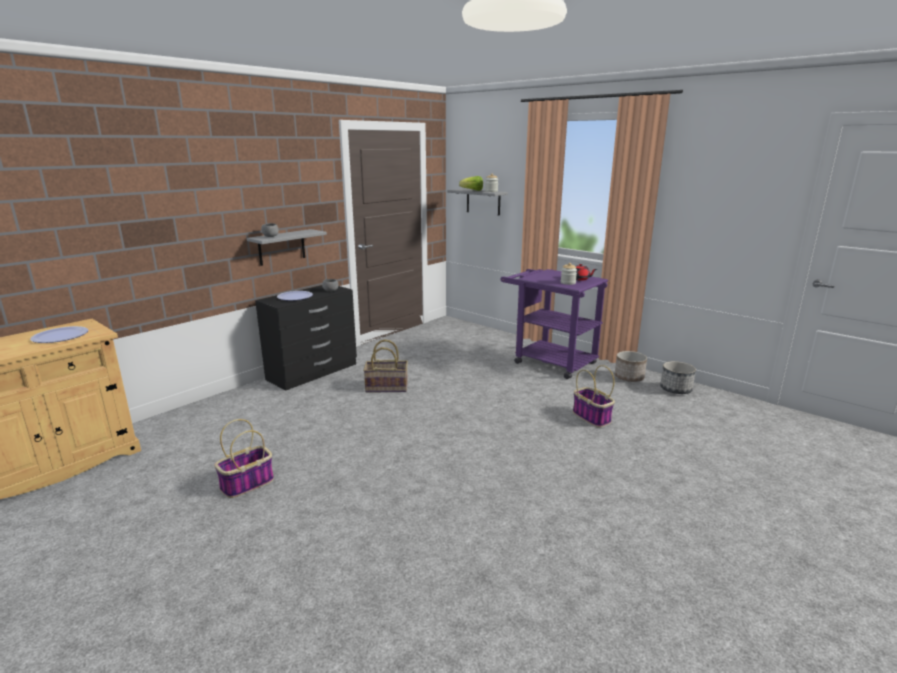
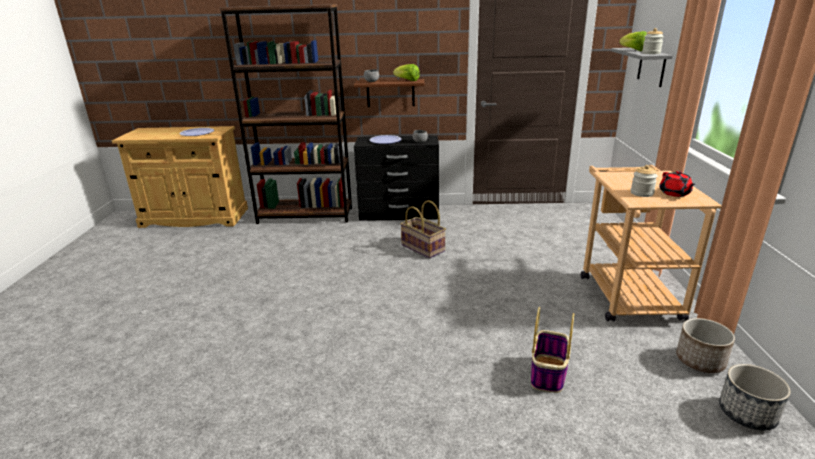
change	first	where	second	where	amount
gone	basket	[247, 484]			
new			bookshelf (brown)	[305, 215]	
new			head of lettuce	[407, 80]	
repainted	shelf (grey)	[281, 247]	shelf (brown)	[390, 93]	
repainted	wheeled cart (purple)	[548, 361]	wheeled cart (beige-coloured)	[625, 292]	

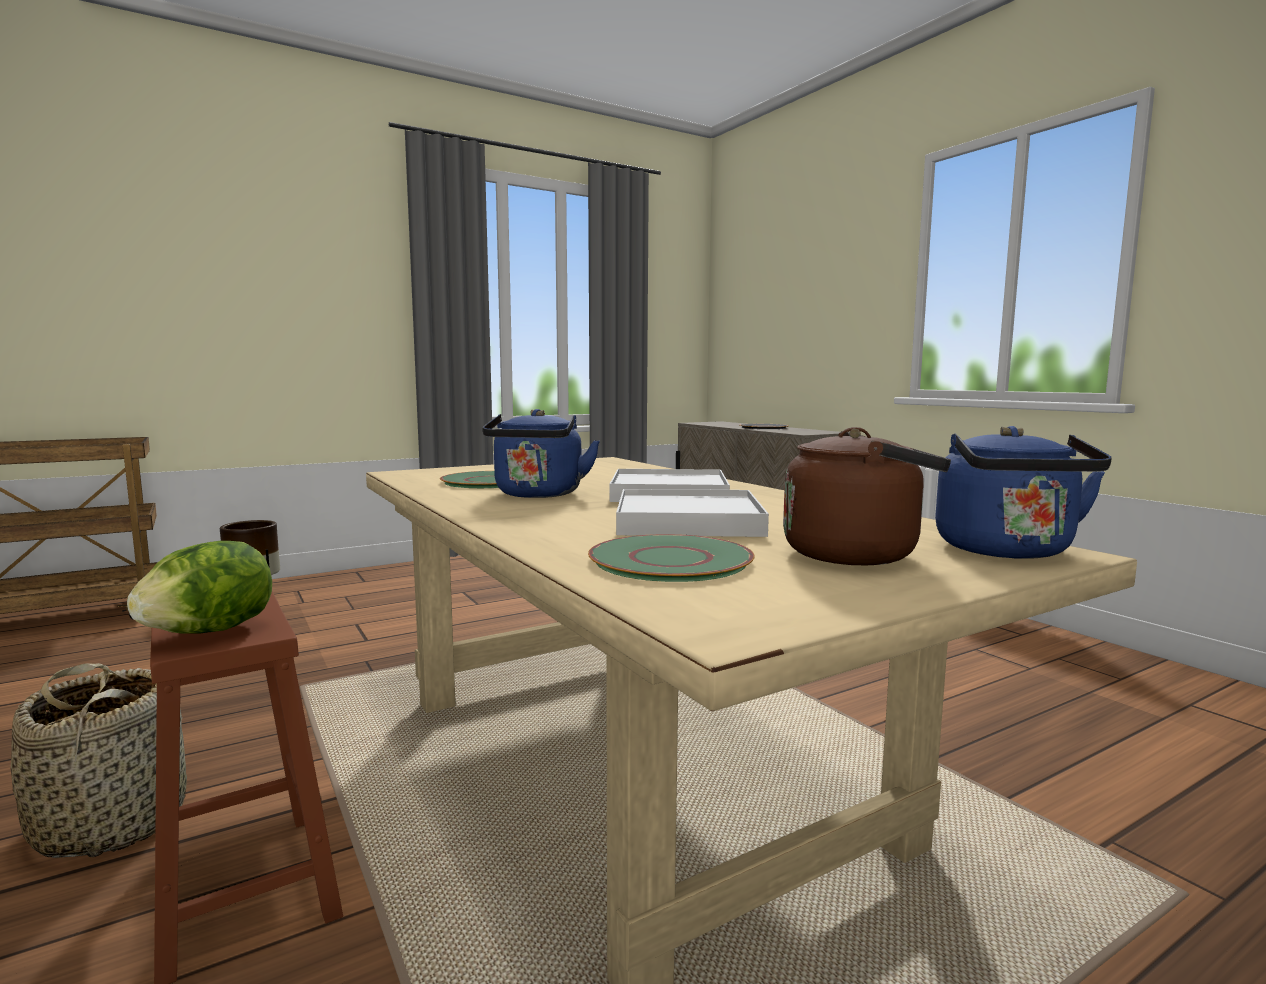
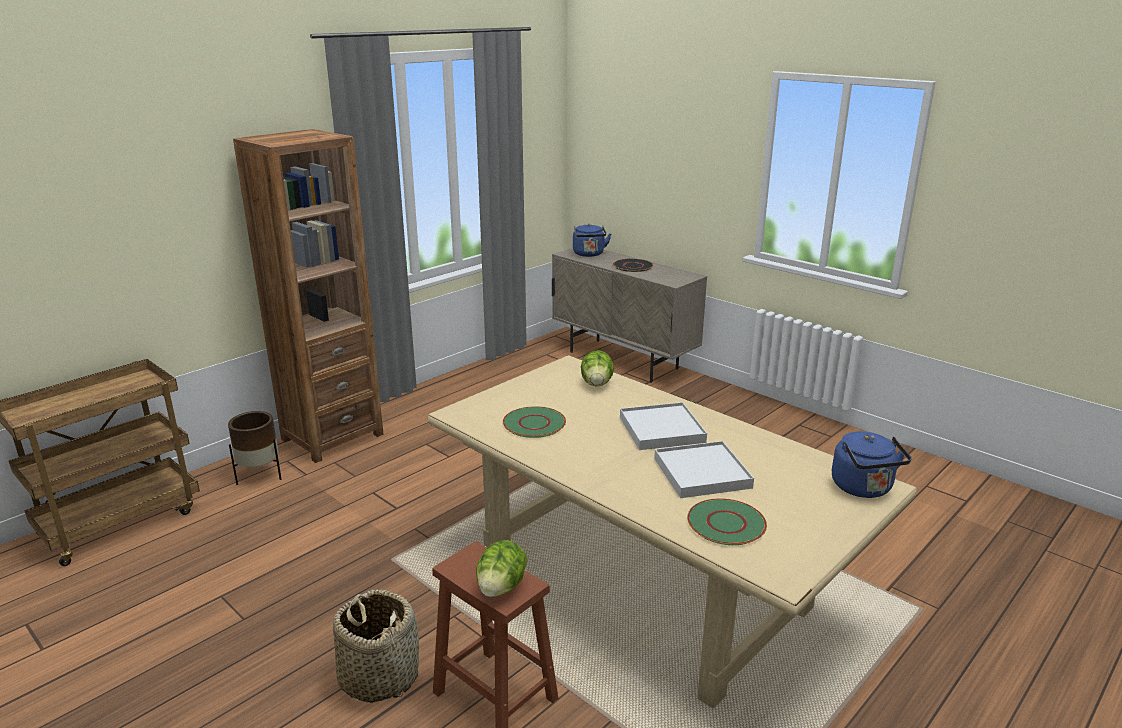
change	first	where	second	where	amount
gone	water kettle (brown)	[858, 555]			
new			bookshelf (brown)	[332, 437]	
new			head of lettuce	[597, 384]	
shifted	water kettle (bluish)	[538, 495]		[589, 254]	

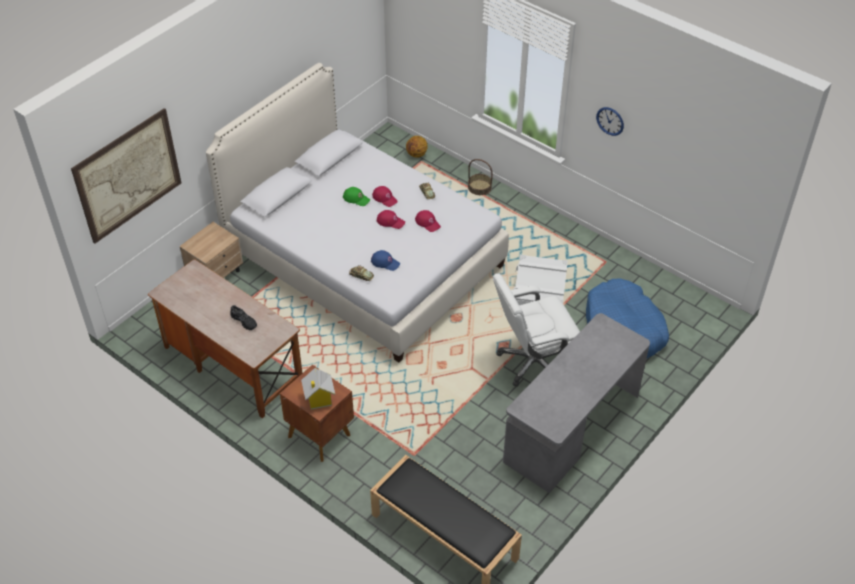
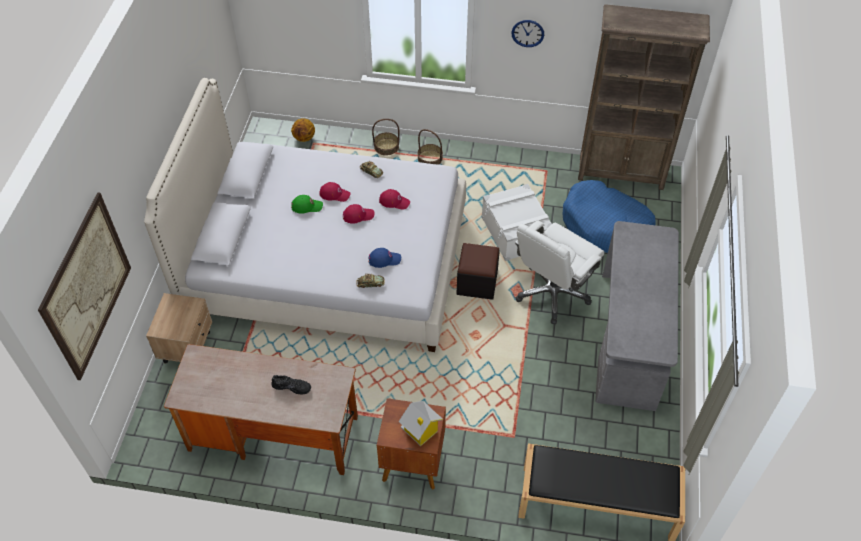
change	first	where	second	where	amount
new			basket	[430, 158]	
new			footrest (black-coloured)	[477, 283]	
new			bookshelf (brown)	[621, 173]	

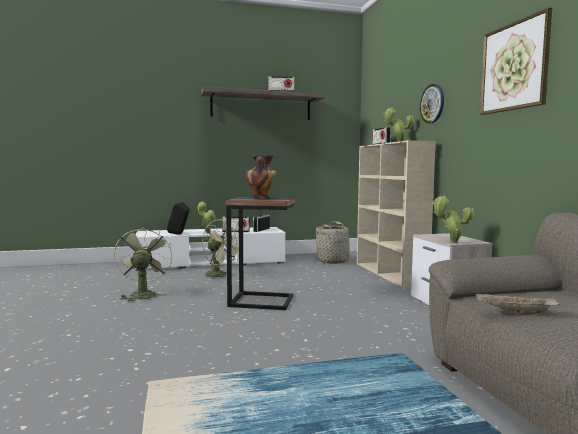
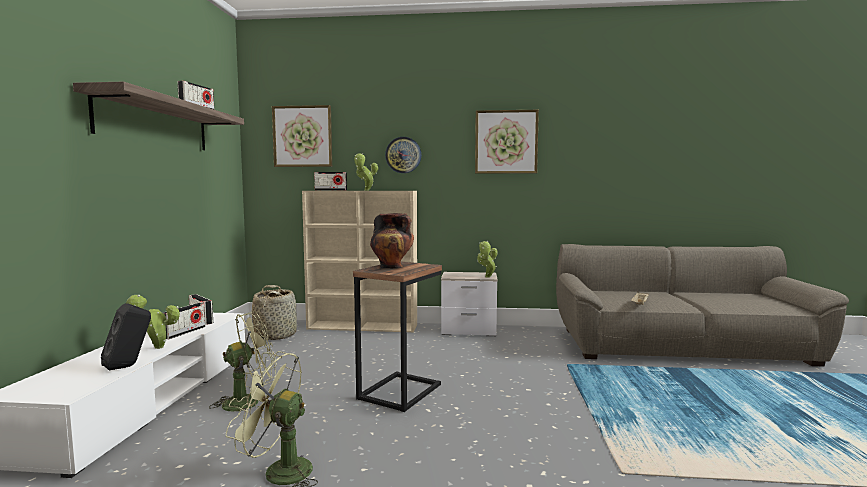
change	first	where	second	where	amount
new			picture	[302, 136]	

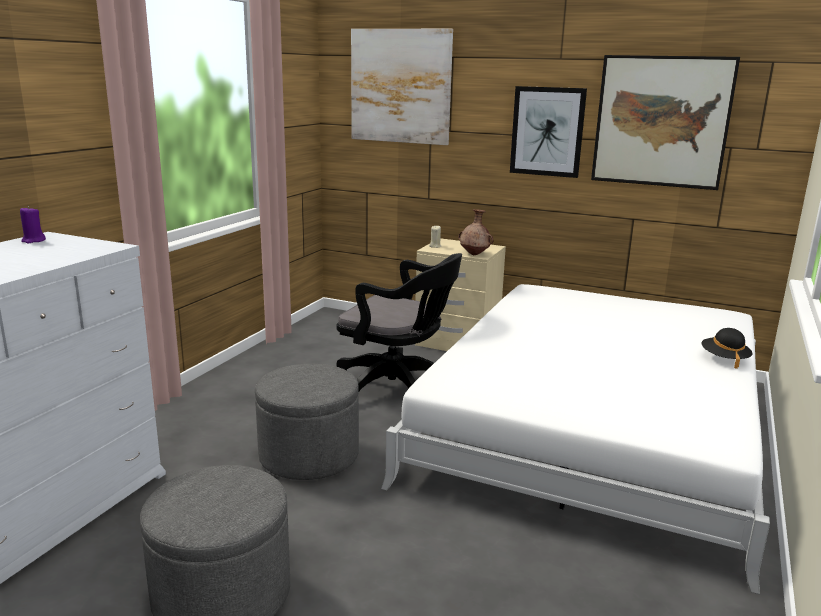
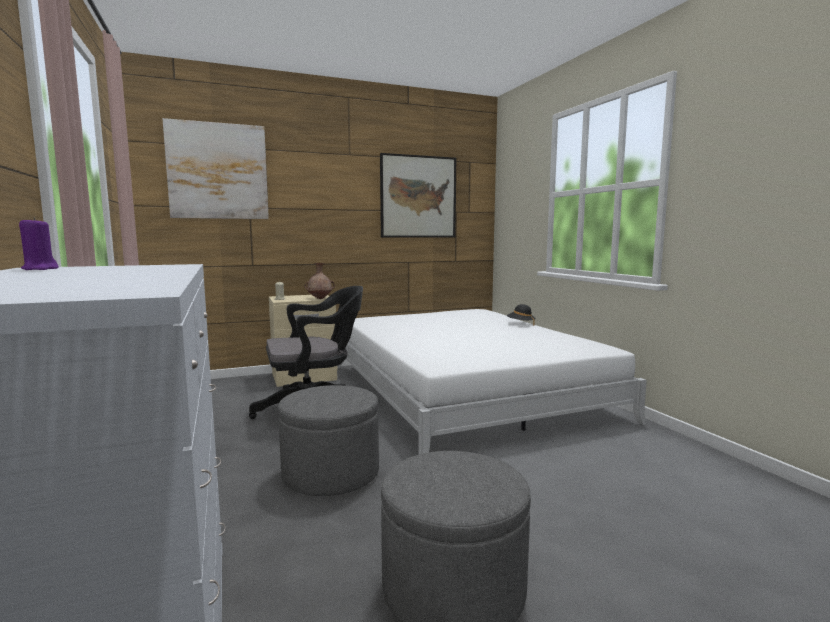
change	first	where	second	where	amount
gone	picture	[547, 131]			

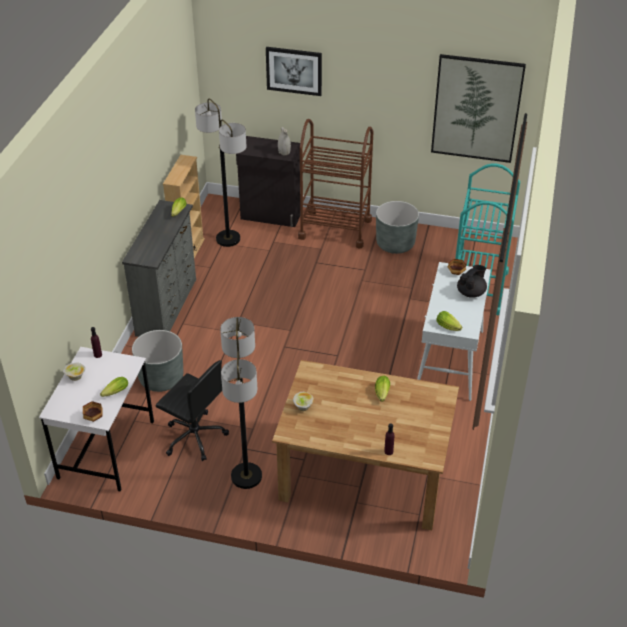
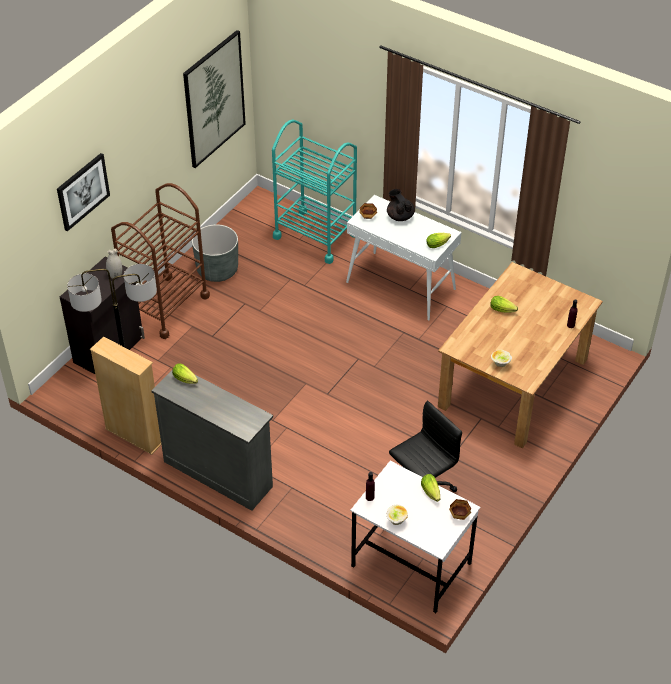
change	first	where	second	where	amount
gone	planter (grey)	[161, 378]			
gone	floor lamp	[246, 476]			

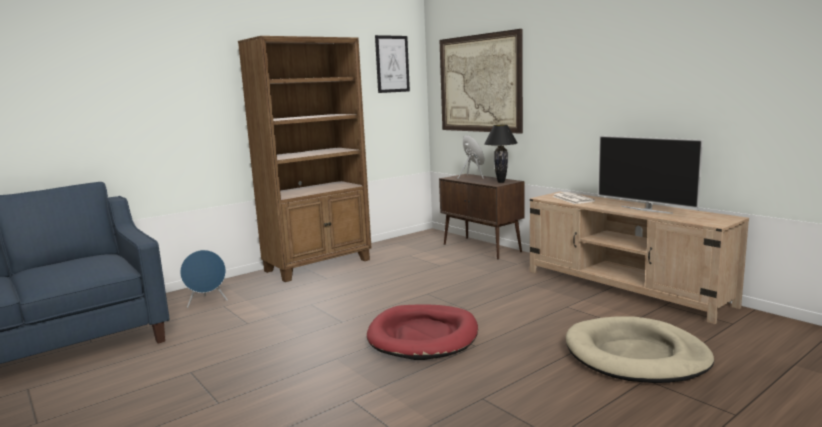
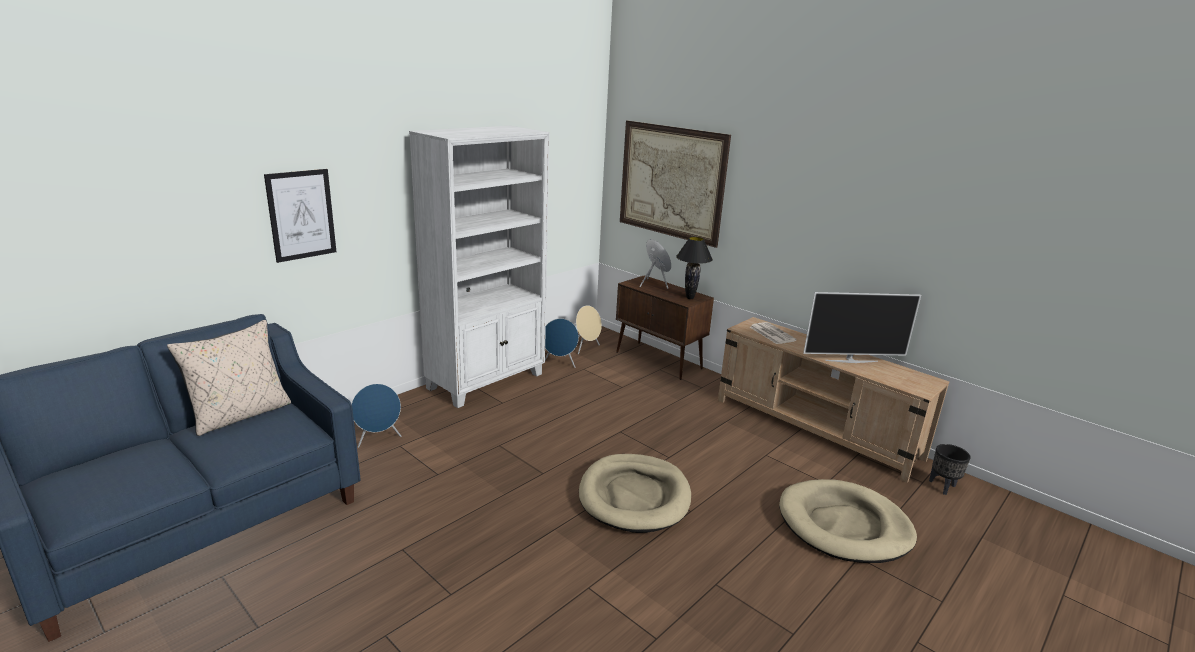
change	first	where	second	where	amount
new			pillow (beige-coloured)	[240, 415]	
new			speaker (bluish)	[560, 363]	
new			speaker (beige-coloured)	[586, 348]	
new			planter (black-coloured)	[943, 487]	
shifted	picture	[392, 64]		[301, 215]	
repainted	bookshelf (brown)	[319, 265]	bookshelf (white-coloured)	[487, 381]	
repainted	pet bed (reddish)	[423, 336]	pet bed (beige-coloured)	[634, 496]	
rotated	television	[646, 209]		[851, 360]	45 degrees counterclockwise

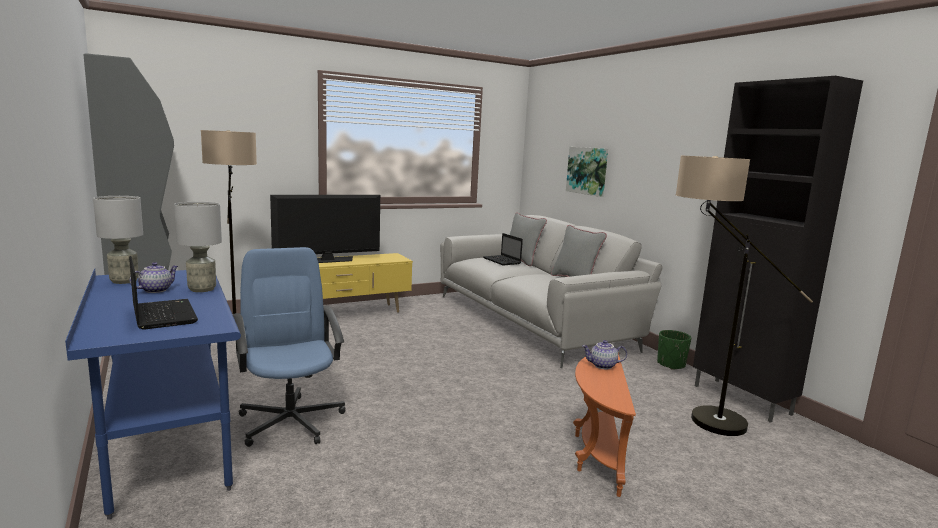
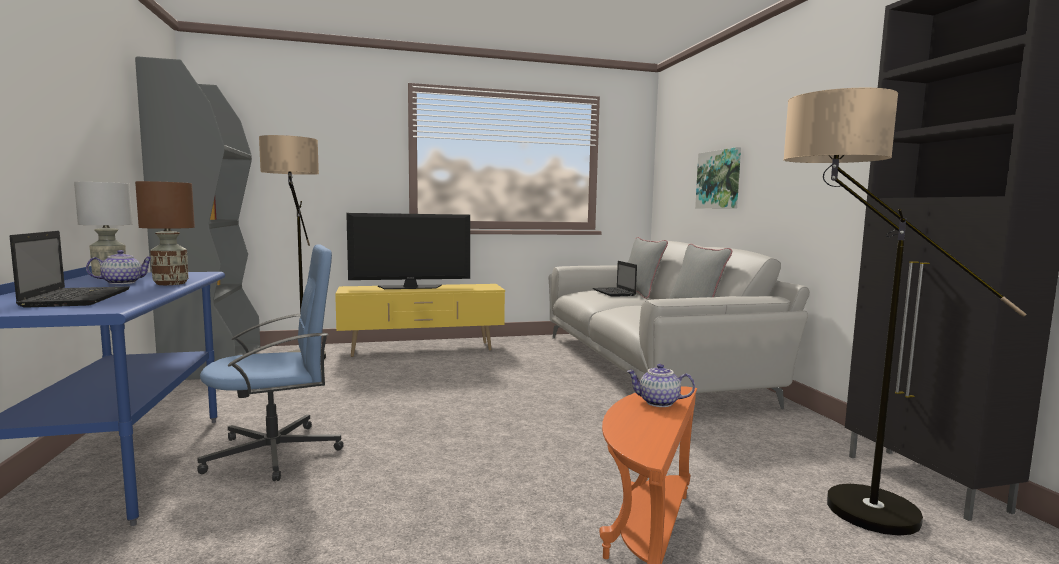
change	first	where	second	where	amount
gone	planter (green)	[671, 364]			
repainted	tabletop lamp (grey)	[202, 289]	tabletop lamp (brown)	[171, 283]	
rotated	desk chair (bluish)	[291, 421]		[276, 452]	75 degrees clockwise

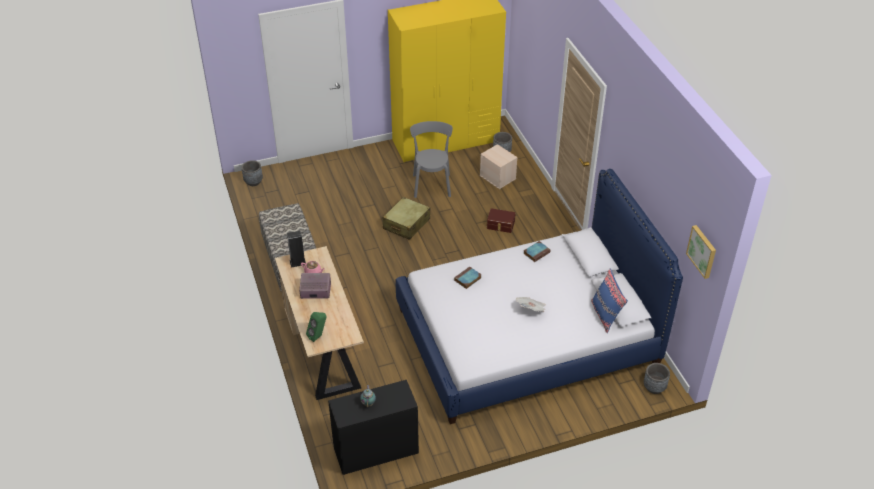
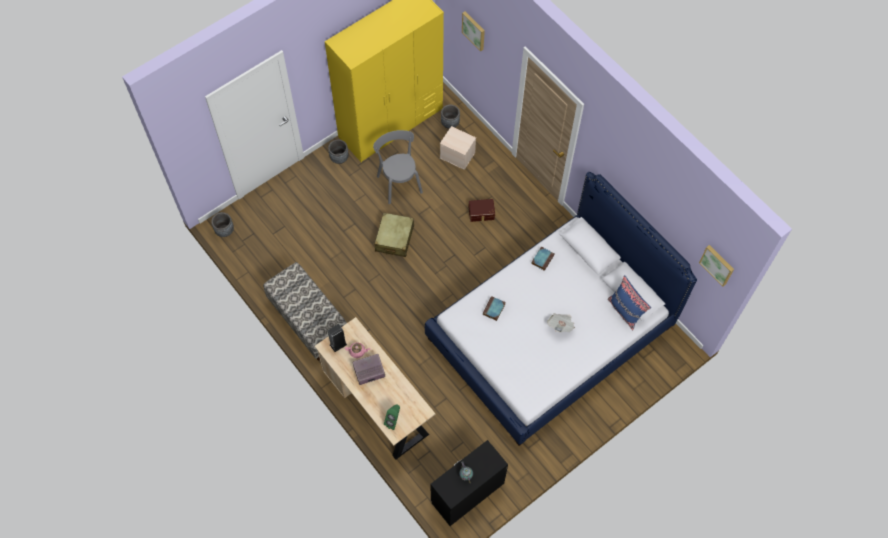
change	first	where	second	where	amount
new			picture	[474, 30]	
shifted	planter (grey)	[654, 387]		[339, 158]	

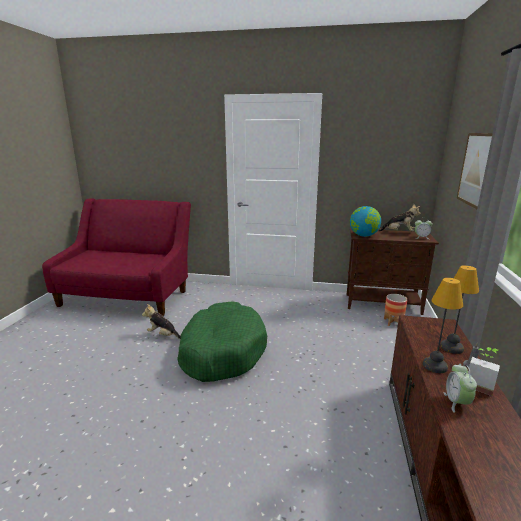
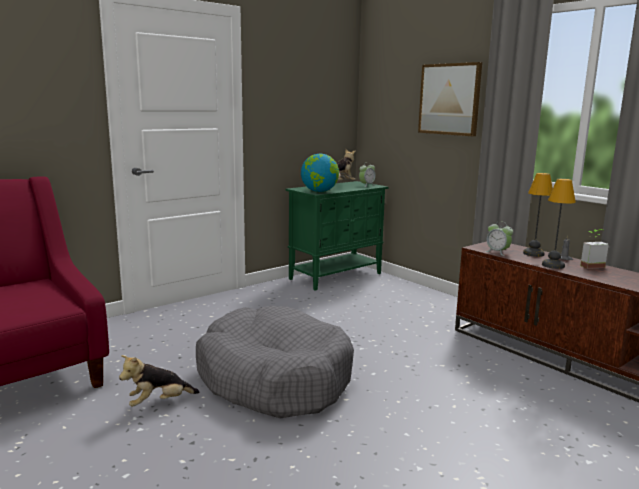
change	first	where	second	where	amount
gone	planter	[393, 322]			
shifted	alarm clock	[456, 402]		[497, 252]	
repainted	pet bed (green)	[222, 351]	pet bed (grey)	[274, 378]	
repainted	cupboard (brown)	[383, 304]	cupboard (green)	[336, 276]	

